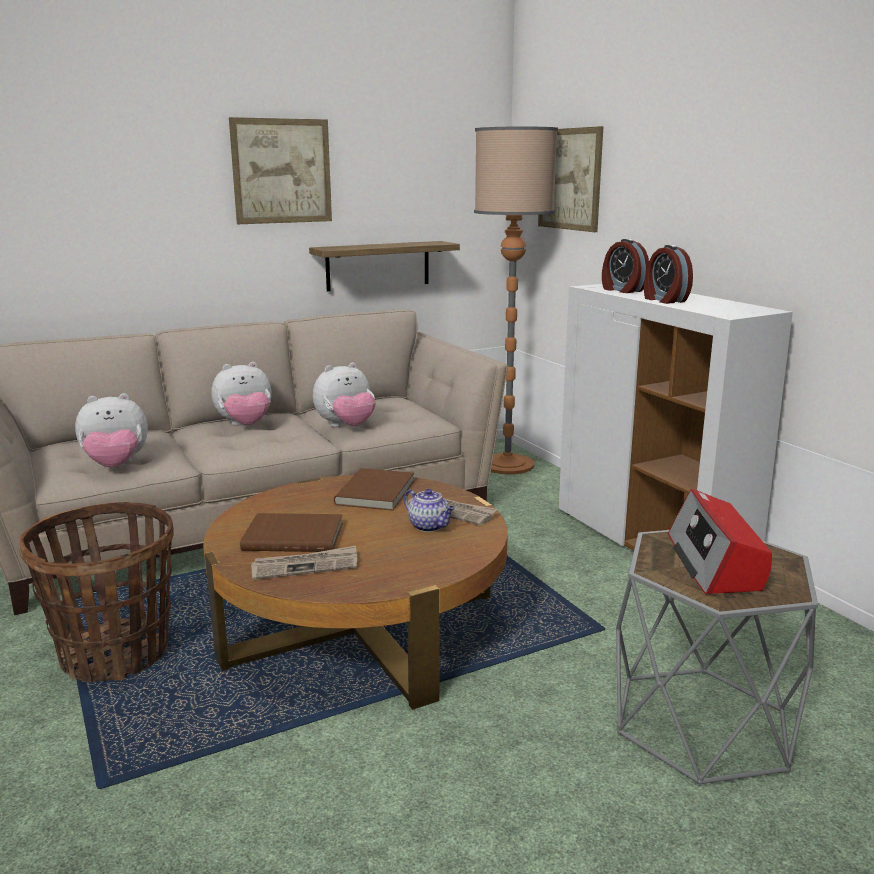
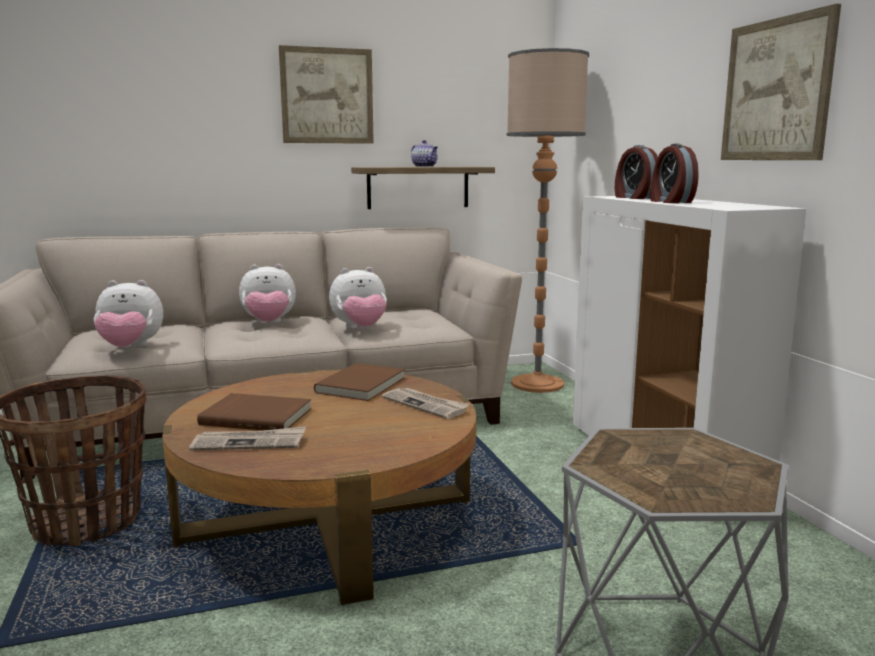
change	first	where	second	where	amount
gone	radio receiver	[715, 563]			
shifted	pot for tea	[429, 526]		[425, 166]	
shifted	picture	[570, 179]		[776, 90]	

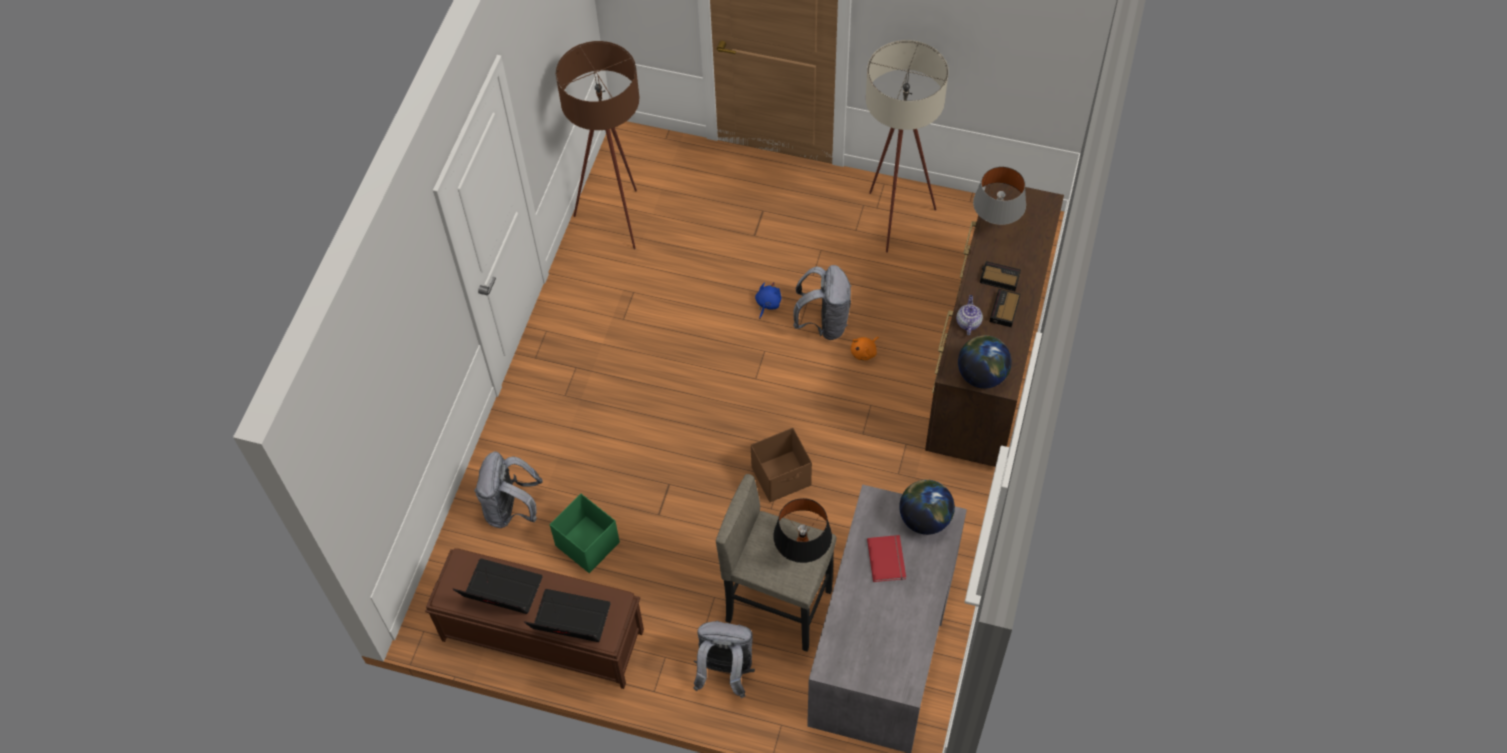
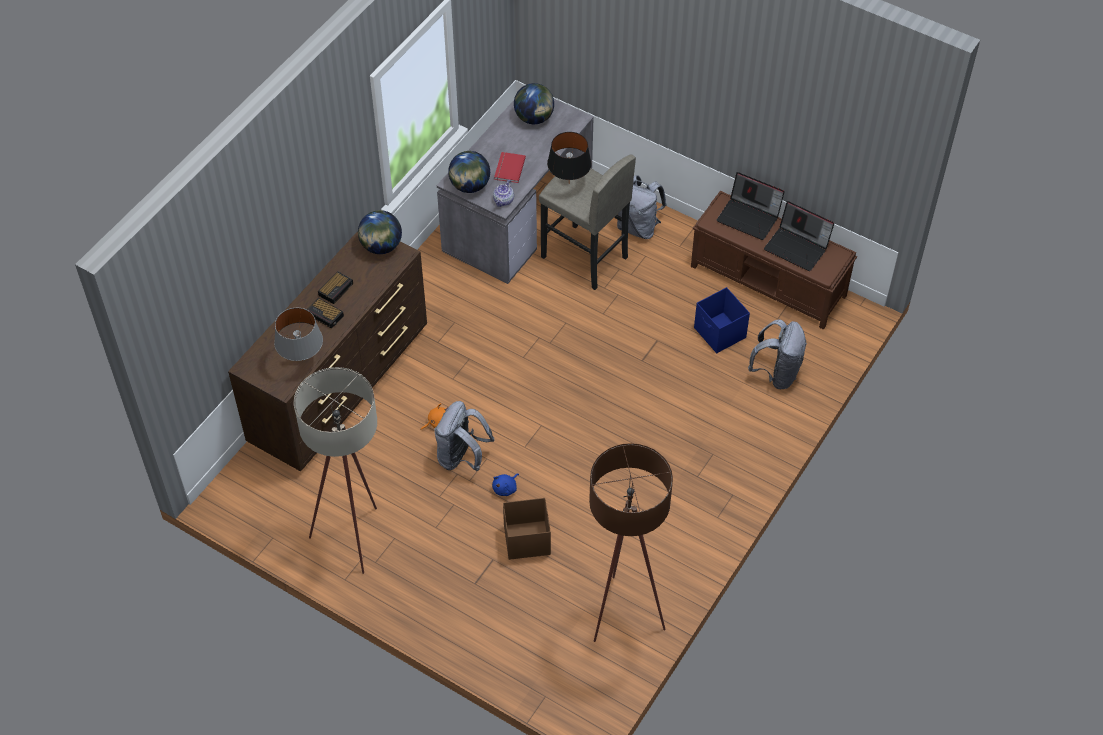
change	first	where	second	where	amount
new			globe	[534, 118]	
shifted	storage box (brown)	[782, 477]		[526, 540]	
shifted	pot for tea	[968, 322]		[503, 201]	
repainted	storage box (green)	[587, 543]	storage box (bluish)	[720, 333]	

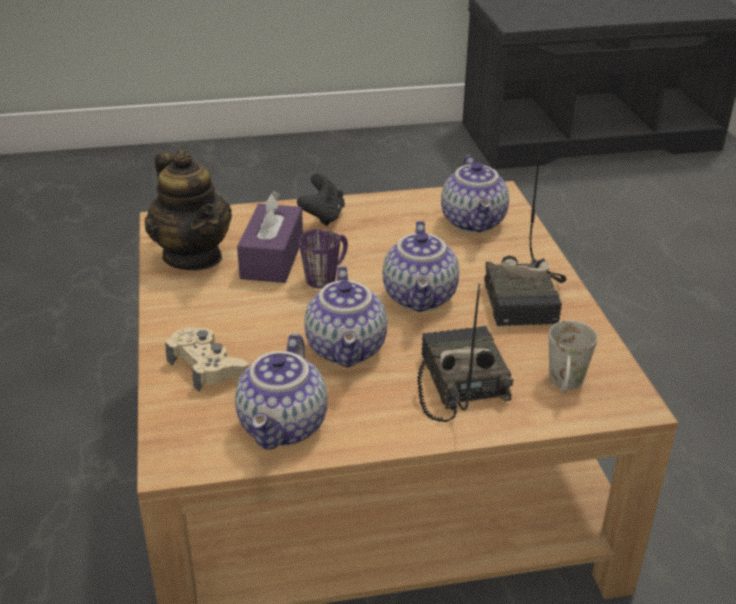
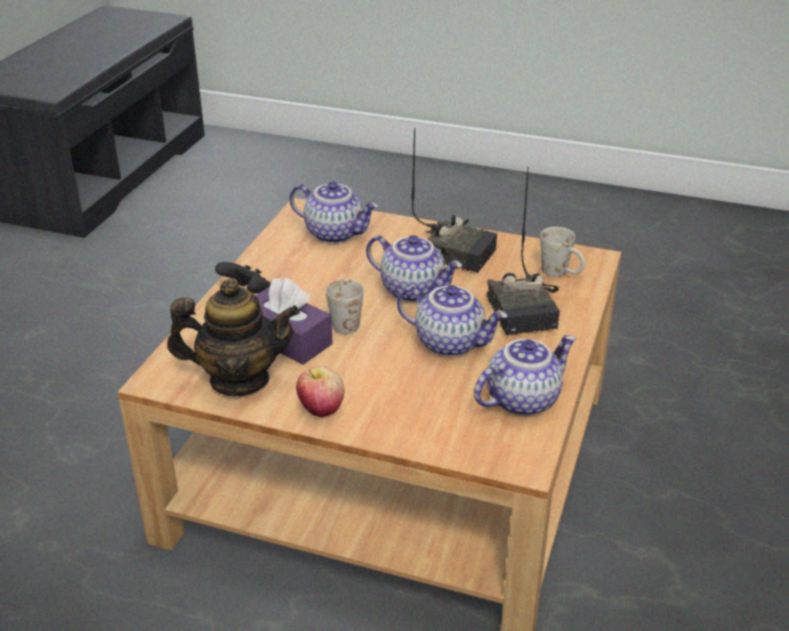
change	first	where	second	where	amount
gone	joypad (beige-coloured)	[207, 366]			
new			apple	[321, 409]	
repainted	mug (purple)	[327, 276]	mug (white-coloured)	[342, 321]	
rotated	pot for tea	[285, 427]		[522, 399]	75 degrees counterclockwise
rotated	radio receiver	[457, 382]		[526, 311]	120 degrees counterclockwise

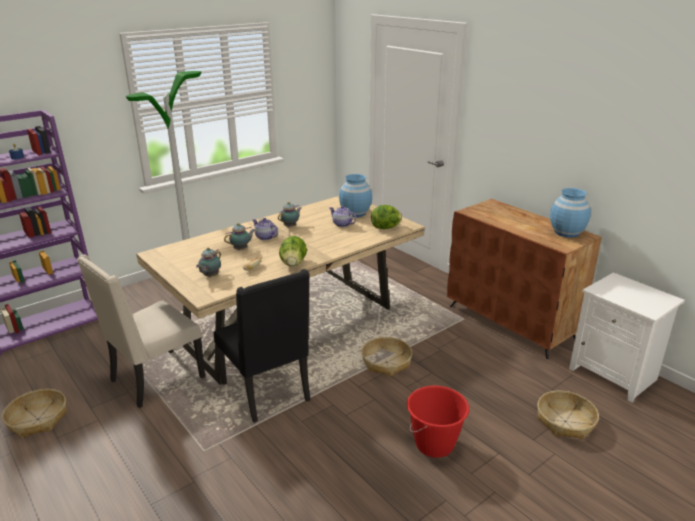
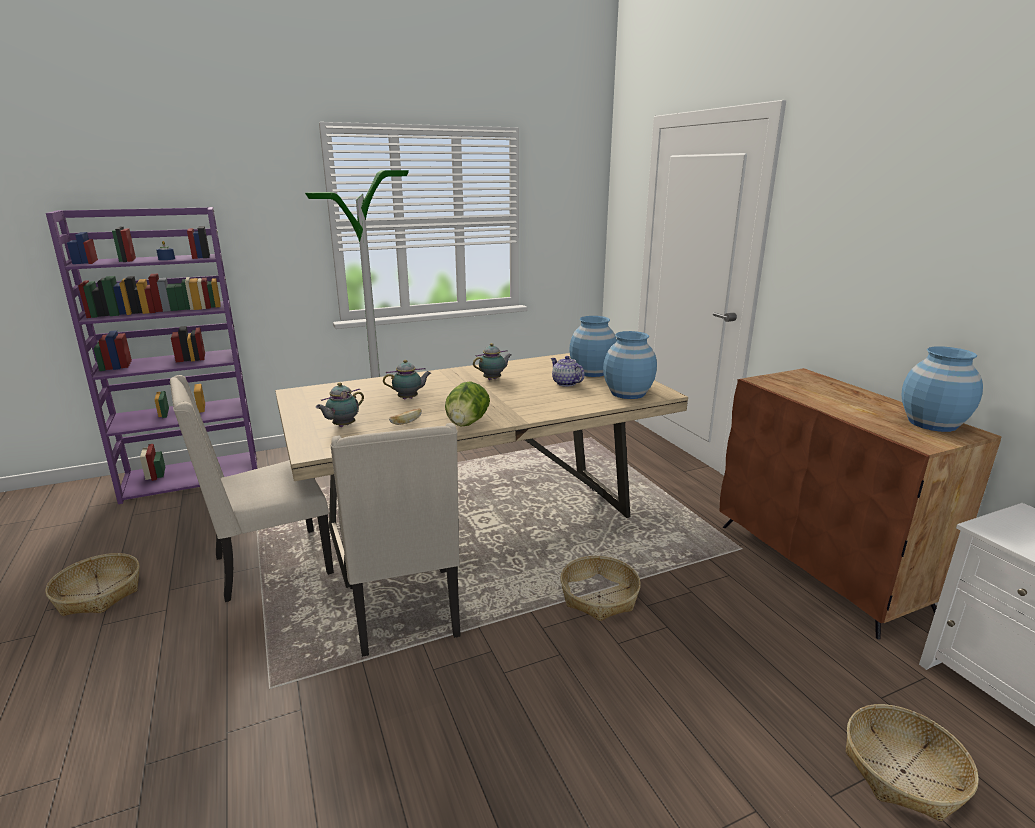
change	first	where	second	where	amount
gone	pot for tea	[265, 237]			
gone	bucket (reddish)	[434, 444]			
swapped	head of lettuce	[386, 228]	flower vase (bluish)	[628, 393]	
repainted	plain chair (black-coloured)	[268, 392]	plain chair (beige-coloured)	[405, 612]	

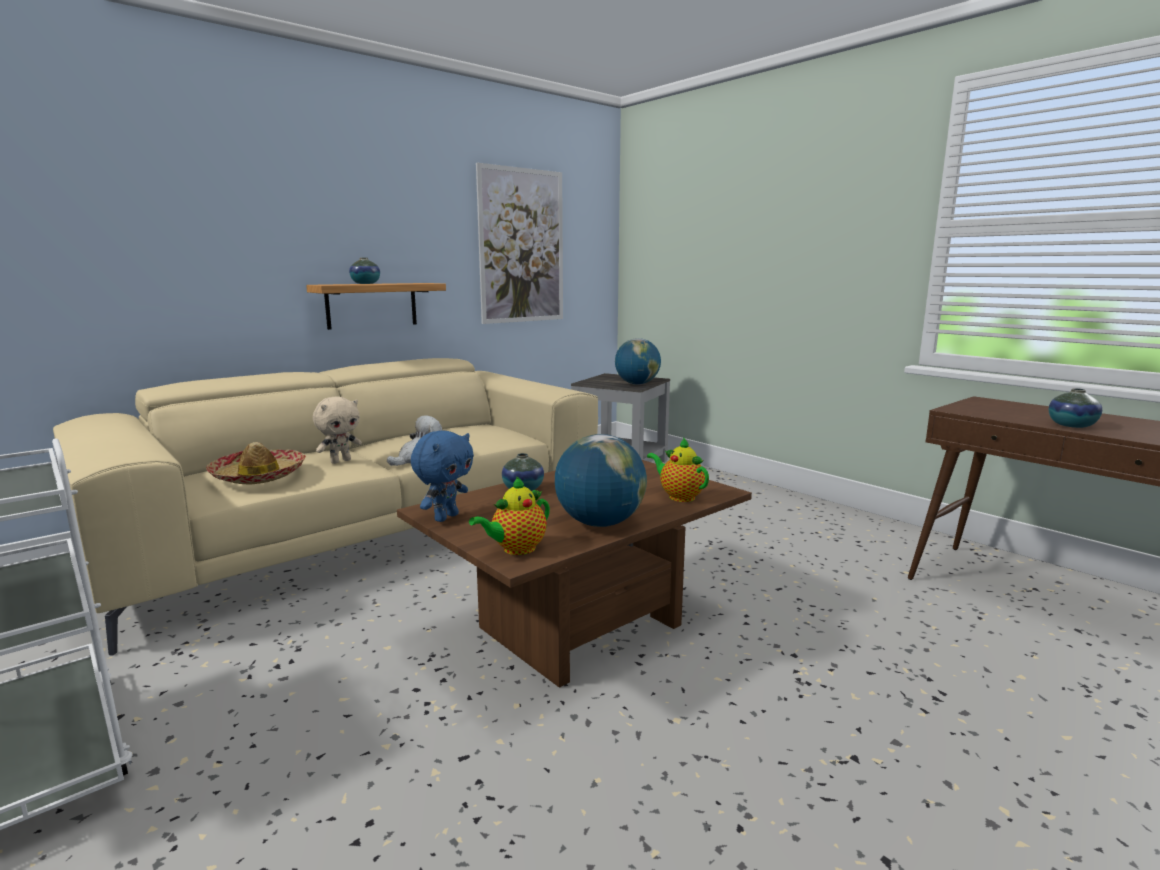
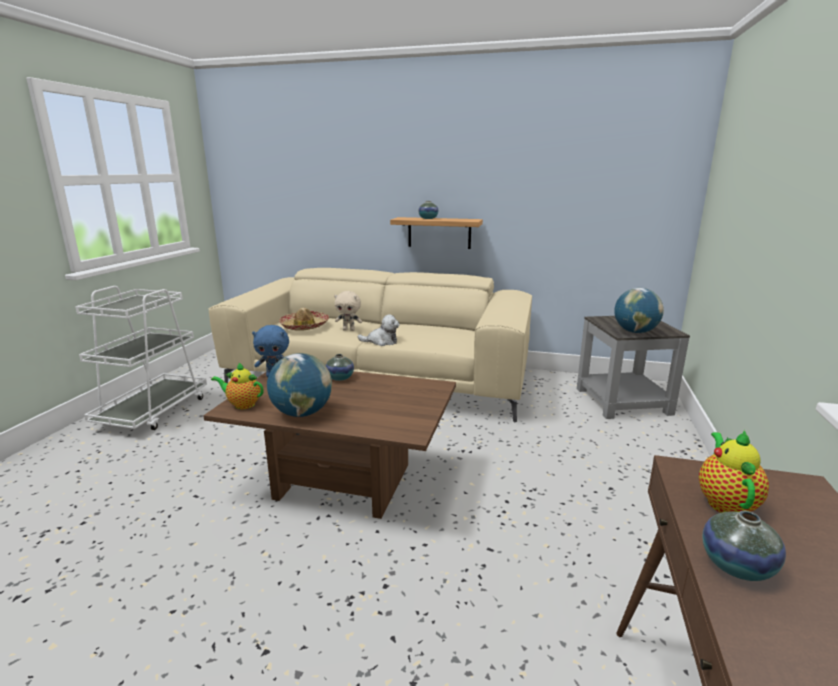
change	first	where	second	where	amount
gone	picture	[522, 246]			
shifted	pot for tea	[679, 496]		[725, 502]	

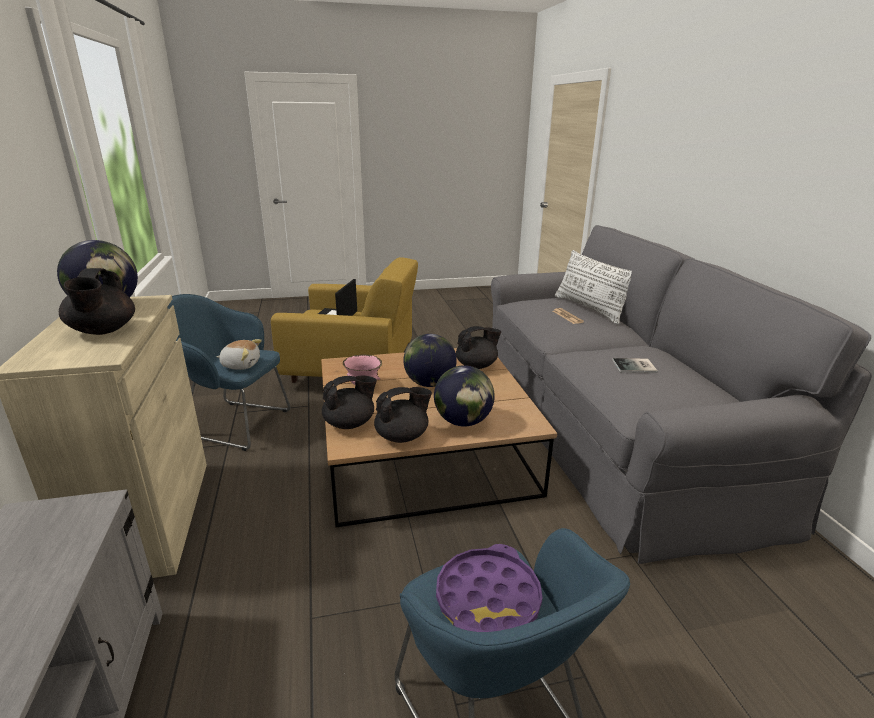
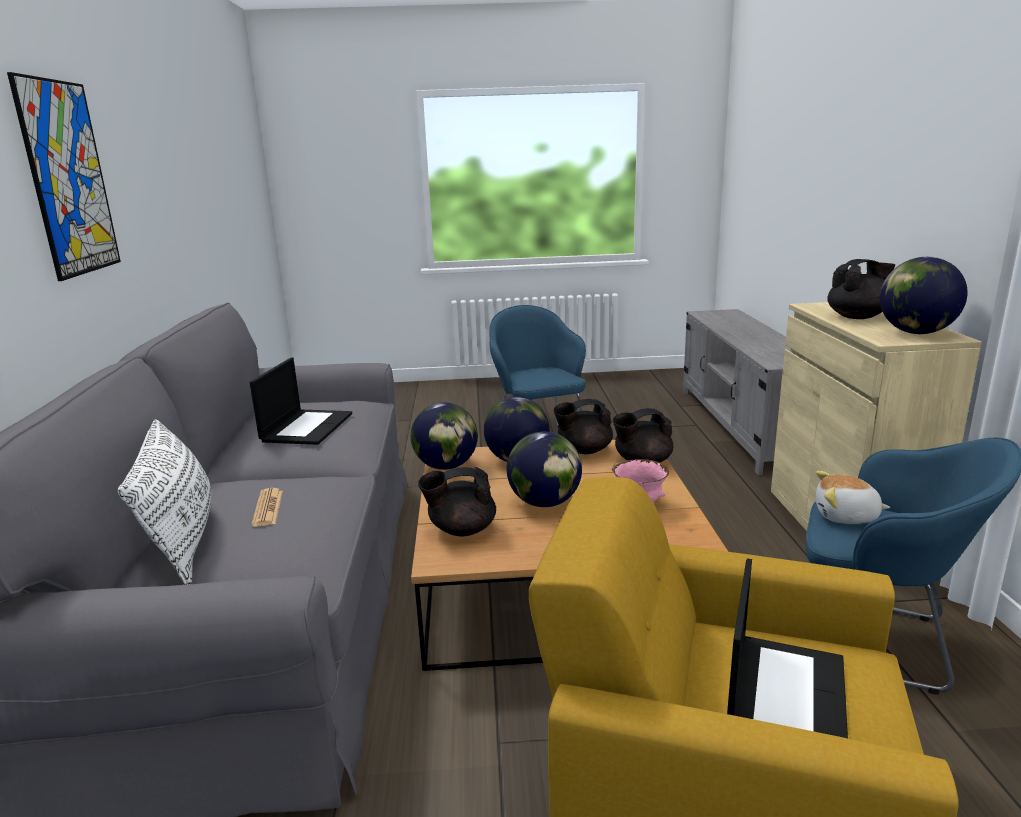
change	first	where	second	where	amount
gone	carrying tray (purple)	[488, 599]			
new			picture	[69, 179]	
new			globe	[446, 466]	
swapped	bound book	[635, 367]	laptop	[307, 427]	
rotated	pot for tea (black-coloured)	[103, 331]		[858, 317]	75 degrees clockwise

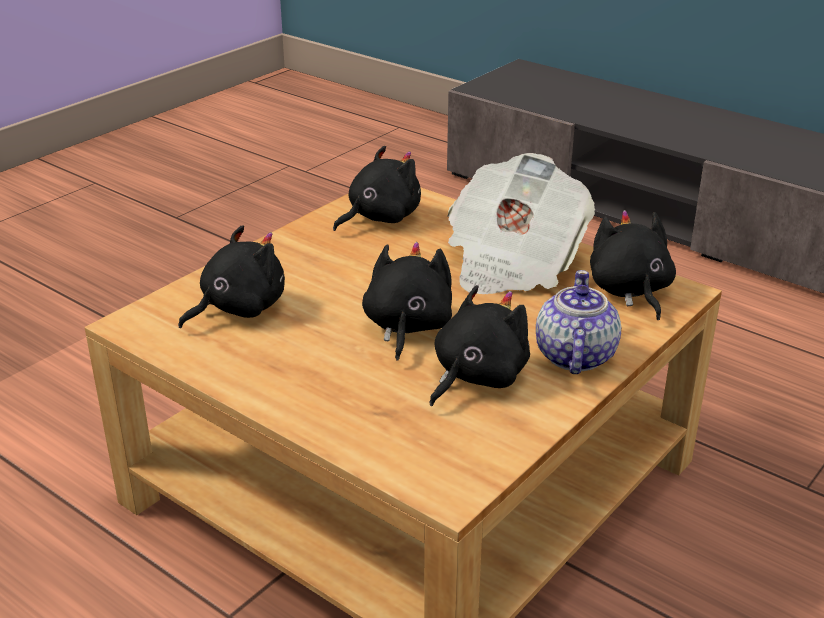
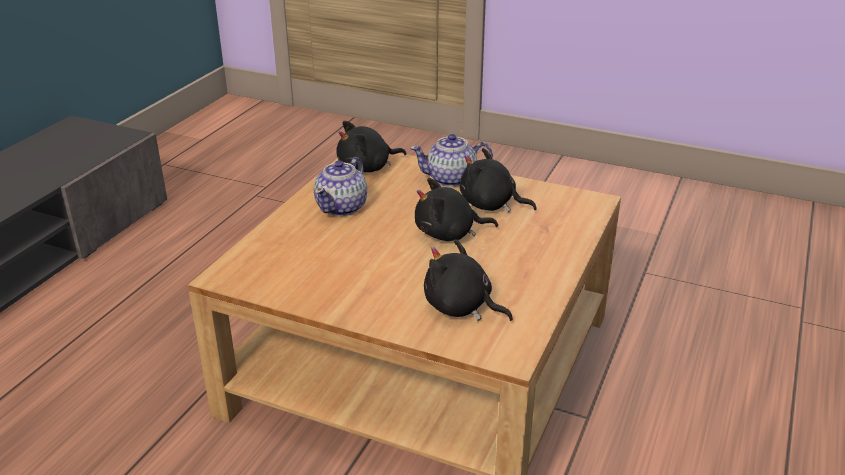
change	first	where	second	where	amount
gone	soft toy (black-coloured)	[380, 217]			
swapped	printed paper	[512, 262]	pot for tea	[342, 207]	

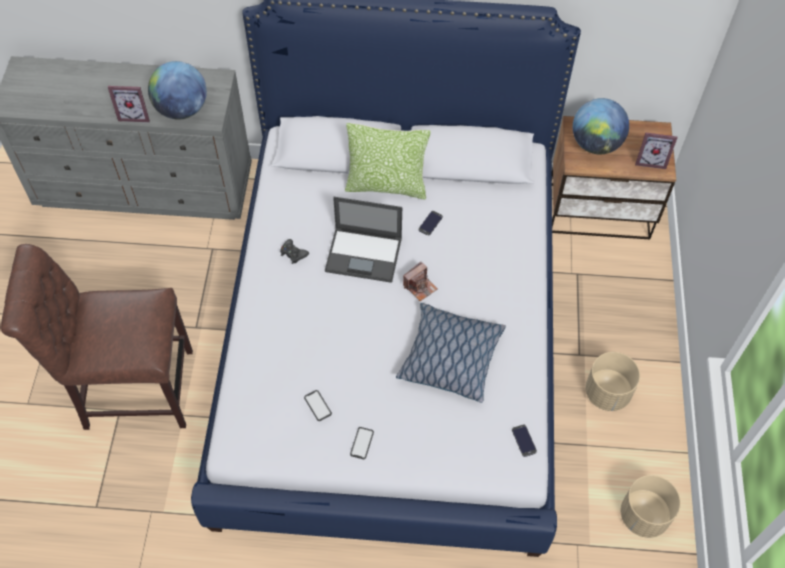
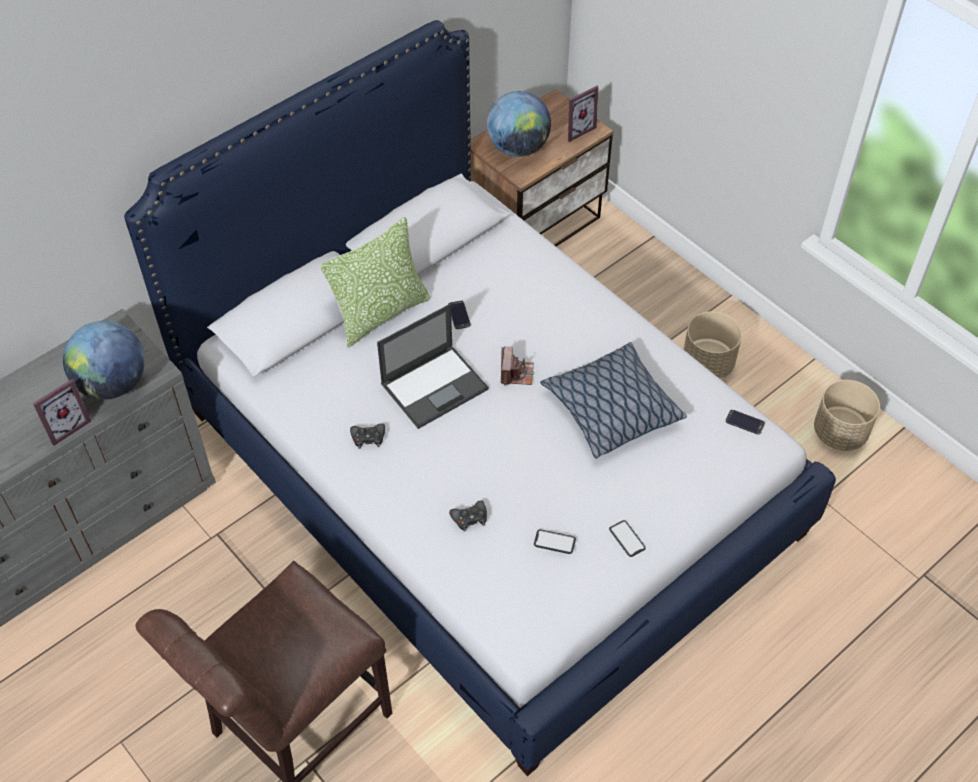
change	first	where	second	where	amount
new			joypad (black-coloured)	[470, 518]	

